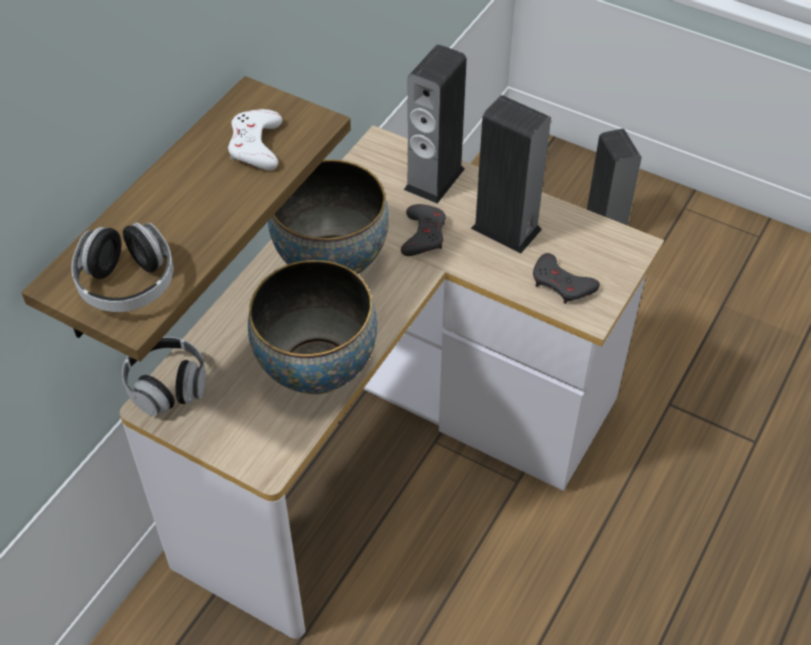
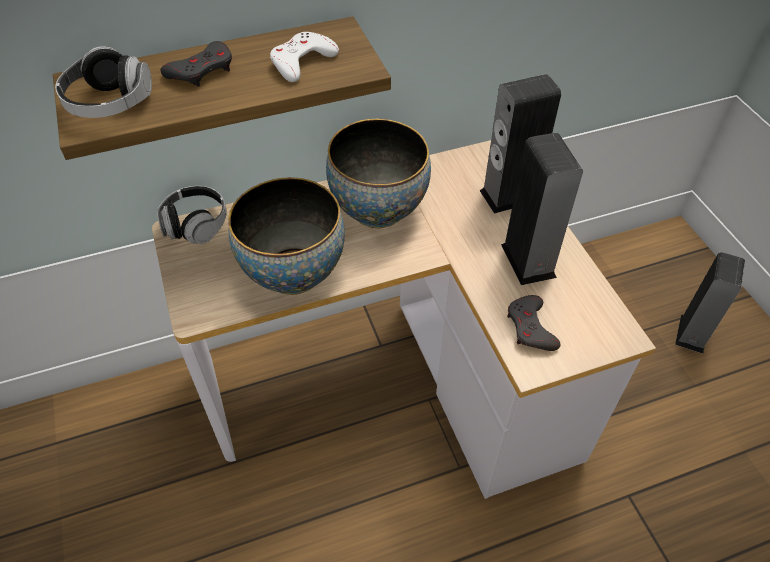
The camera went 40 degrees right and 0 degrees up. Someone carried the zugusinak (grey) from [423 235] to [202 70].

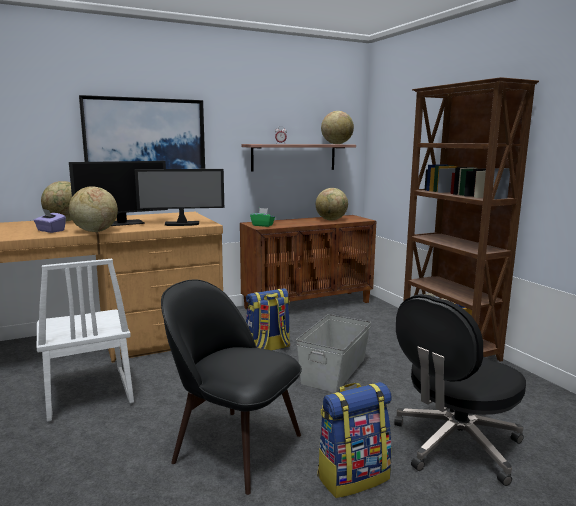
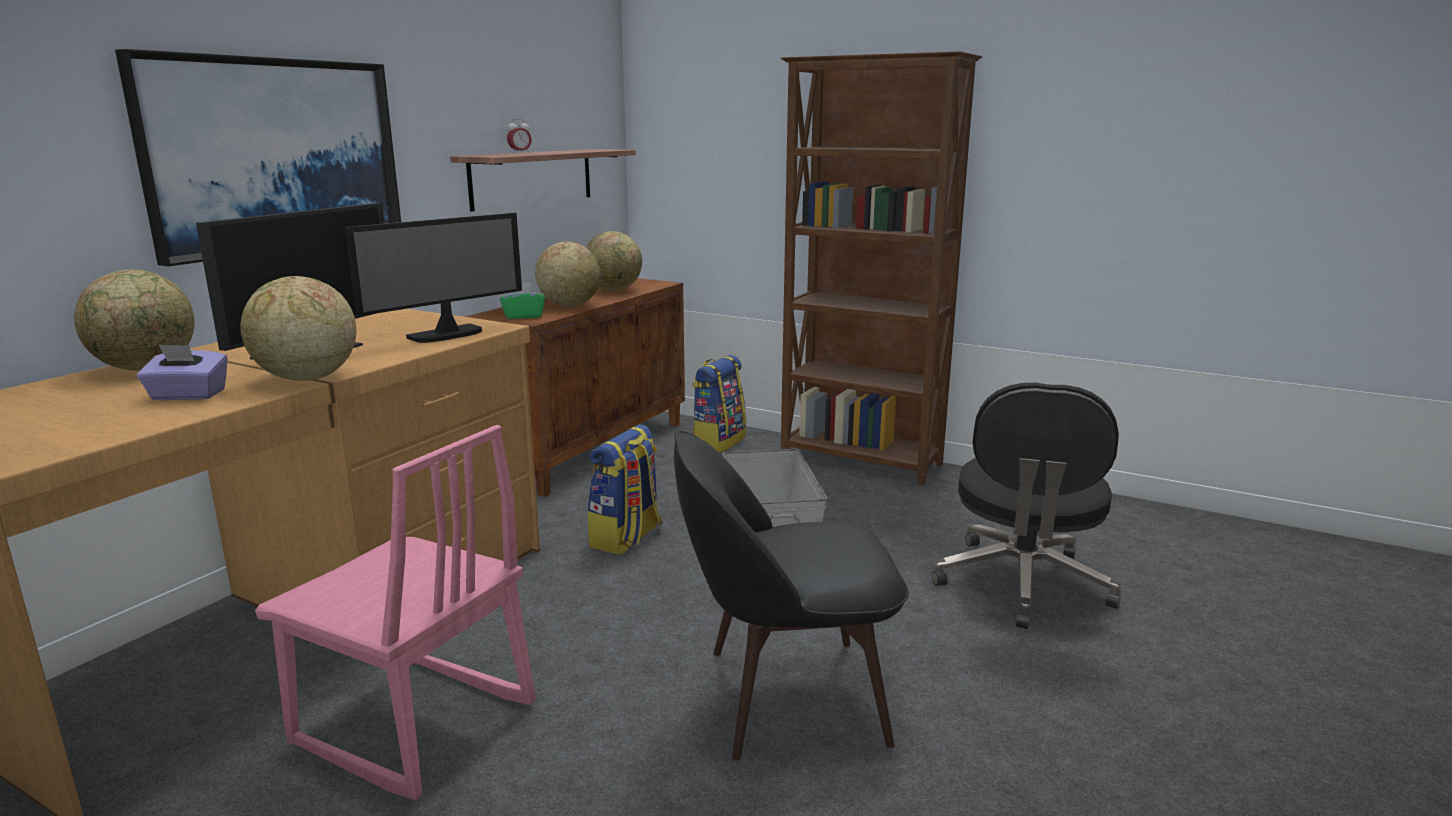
The camera went 35 degrees left and 5 degrees up. Someone repainted the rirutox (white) at [87 394], which became the rirutox (pink) at [413 725]. Someone carried the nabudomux from [336 144] to [569 305]. Someone carried the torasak from [353 476] to [718 442].

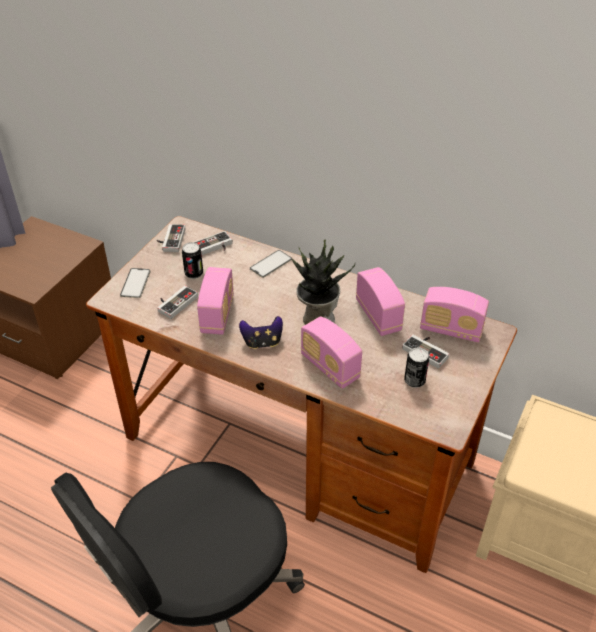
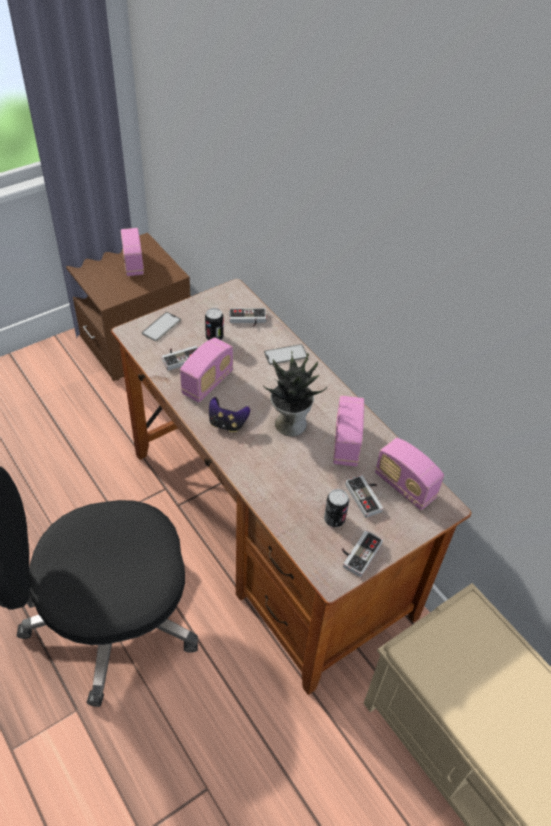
The camera went 25 degrees right and 5 degrees up. Someone carried the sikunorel from [330 367] to [133 263]. Someone carried the zugusinak from [170 240] to [358 552].

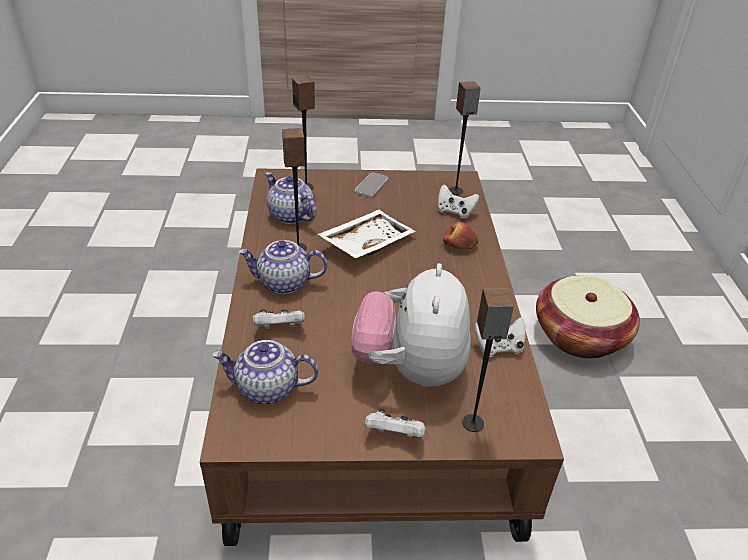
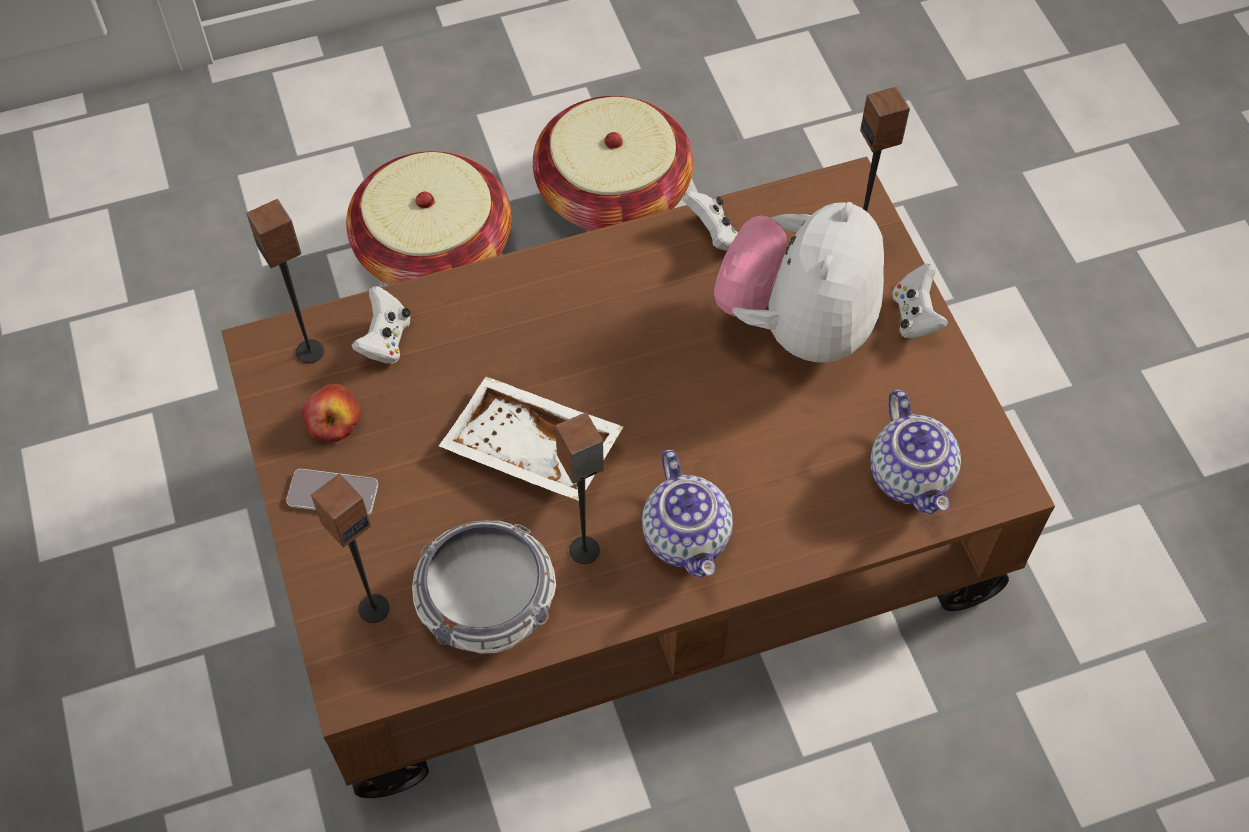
The camera went 105 degrees left and 20 degrees up. Someone carried the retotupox from [459 245] to [334 420]. Someone swapped the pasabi at [290 215] for the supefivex at [487 600]. Someone put down the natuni at [613 193]. Someone rotated the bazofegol at [410 368] by 120 degrees clockwise. Someone took away the zugusinak (white) at [279 329].

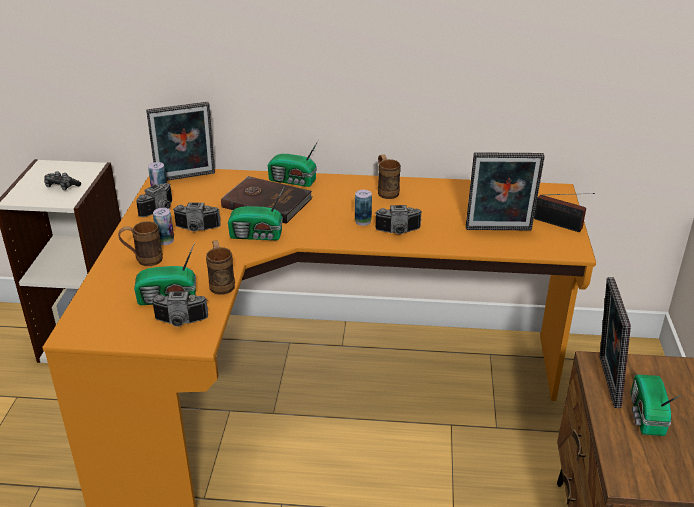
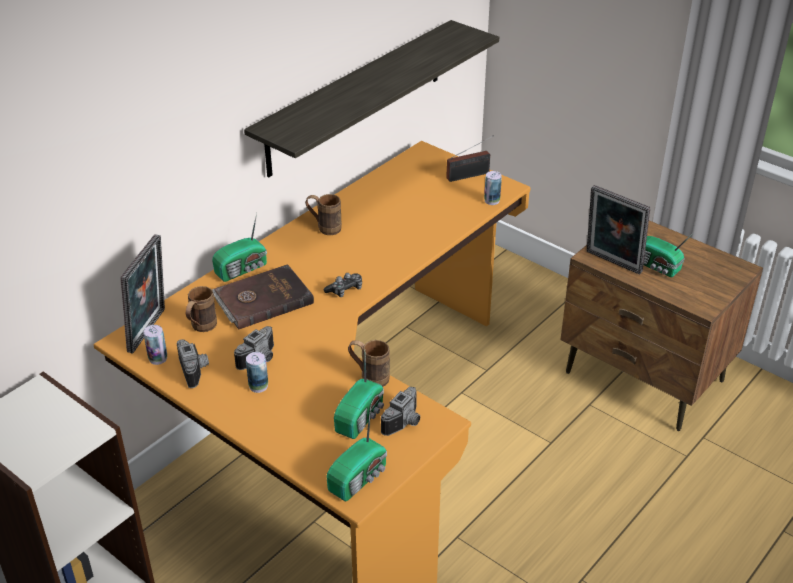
The camera went 55 degrees left and 5 degrees up. Someone carried the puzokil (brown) from [143 260] to [201 328]. Someone put up the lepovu at [356 97]. Someone carried the zugusinak from [61 186] to [345 290]. Someone carried the sikunorel from [257 236] to [360 478]. Someone carried the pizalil from [363 221] to [492 201]. Someone took away the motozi at [398 232]. Someone took away the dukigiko at [499 231].

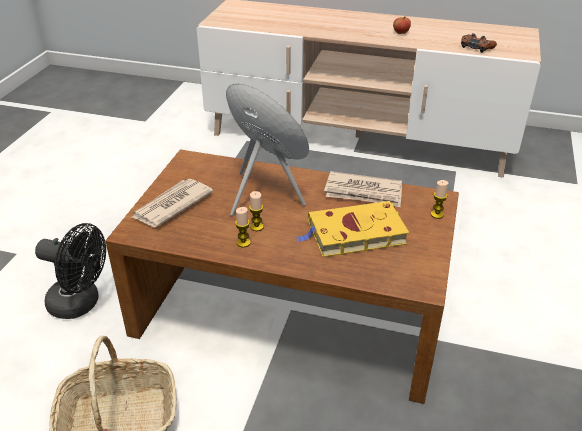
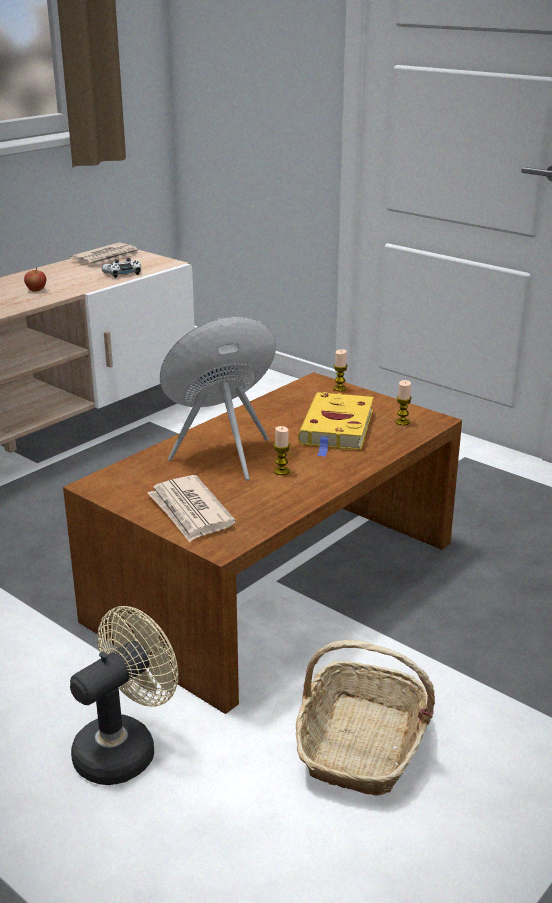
The camera went 65 degrees left and 10 degrees down. Someone carried the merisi from [364 192] to [107 257]. Someone repainted the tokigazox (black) at [81 303], which became the tokigazox (beige) at [124 748]. Someone repainted the zugusinak (brown) at [476 47], which became the zugusinak (white) at [123 273]. Someone carried the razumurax from [243 243] to [402 422].

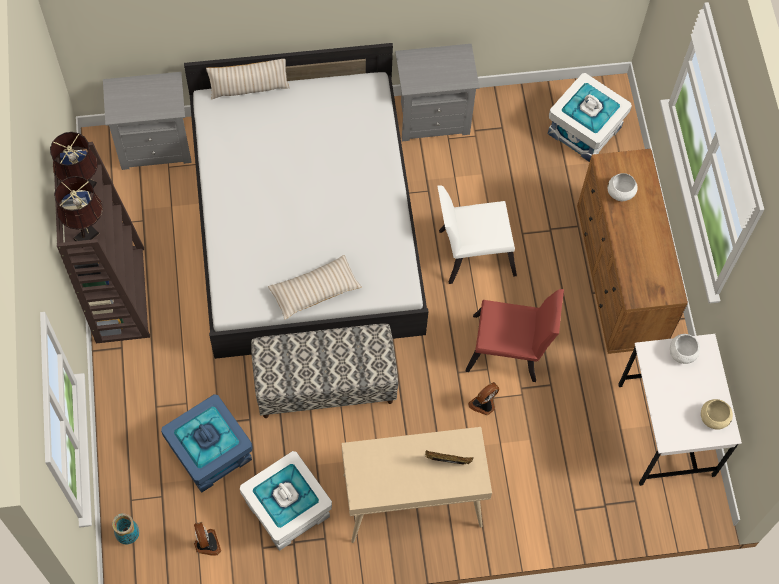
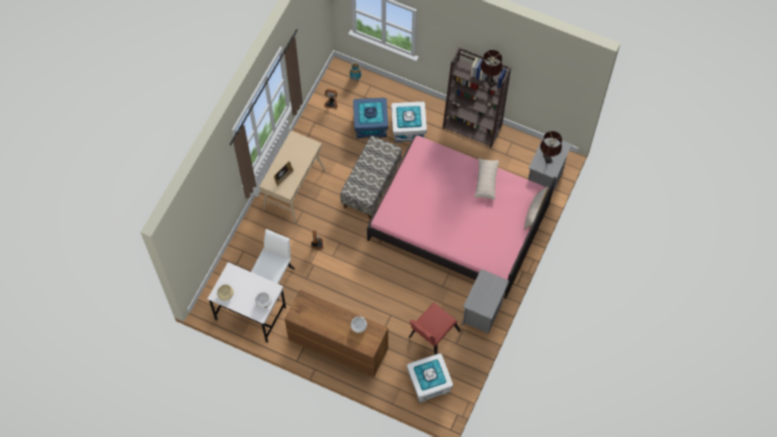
The camera went 125 degrees right and 0 degrees up. Someone carried the rirutox (white) from [471 252] to [273 275]. Someone repainted the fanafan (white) at [305 224], which became the fanafan (pink) at [459 221]. Someone carried the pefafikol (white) from [287 510] to [408 128]. Someone carried the rirutox (red) from [510 350] to [431 336]. Someone carried the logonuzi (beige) from [315 291] to [486 181]. Someone carried the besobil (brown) from [88 234] to [548 159].

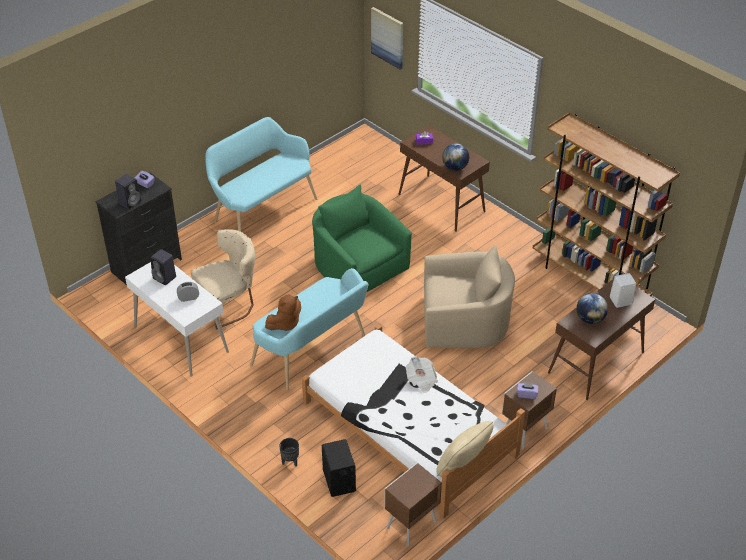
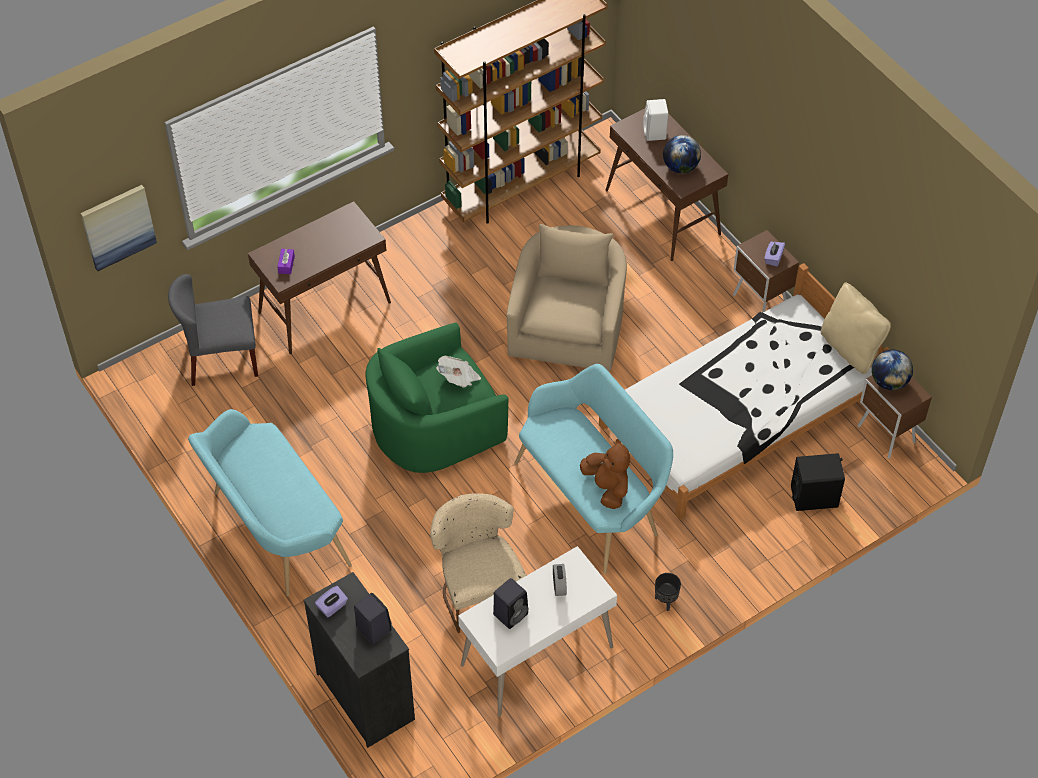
The camera went 80 degrees left and 10 degrees up. Someone put down the rirutox (grey) at [221 359]. Someone carried the merisi from [421 380] to [459 378]. Someone carried the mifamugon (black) from [290 461] to [665 601]. Someone carried the nabudomux from [455 167] to [889 382].

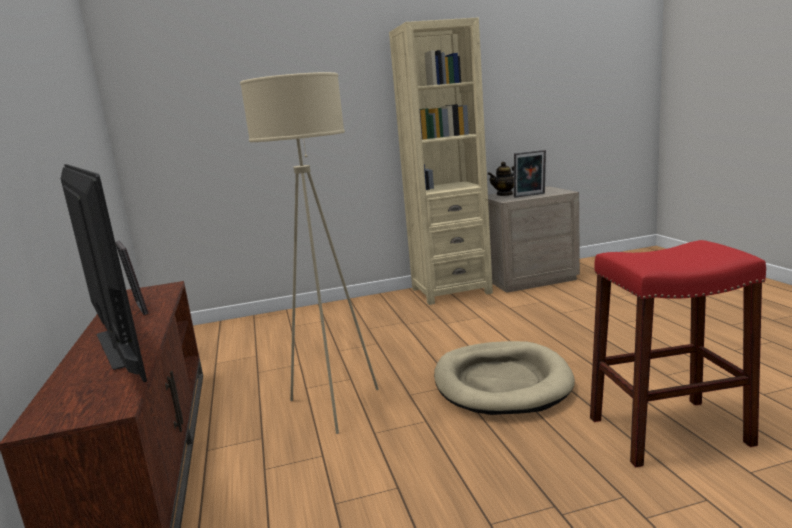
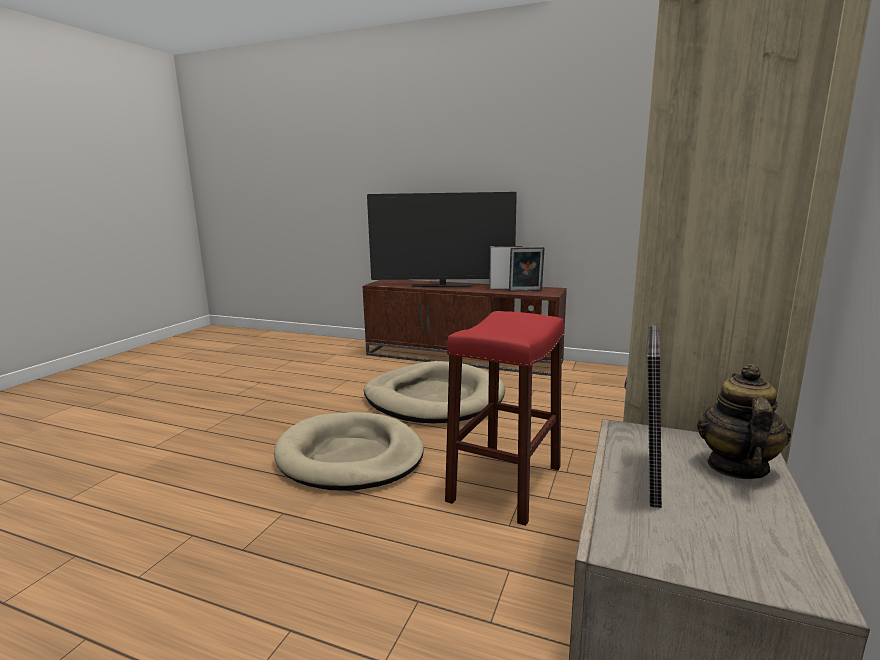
The camera went 125 degrees right and 0 degrees up. Someone swapped the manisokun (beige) at [334 406] for the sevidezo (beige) at [434 398]. Someone carried the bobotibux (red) from [668 431] to [505 483]. Someone put down the dukigiko at [525 291].

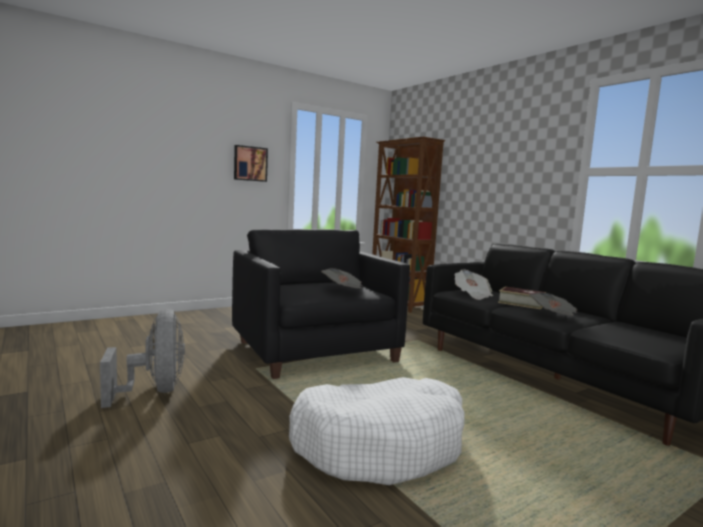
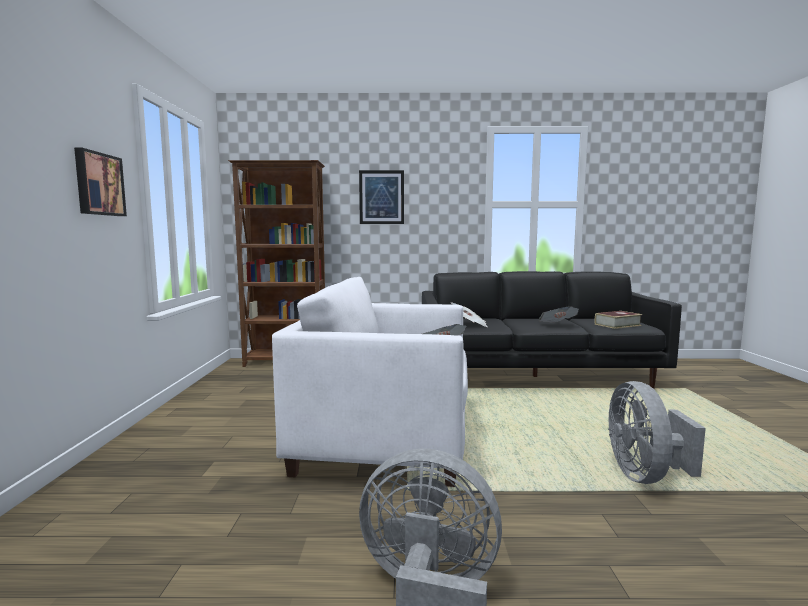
The camera went 55 degrees left and 0 degrees up. Someone repainted the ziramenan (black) at [315 352], which became the ziramenan (white) at [385 440]. Someone put up the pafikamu at [381 197]. Someone carried the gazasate from [521 303] to [617 325]. Someone swapped the sevidezo (white) at [380 445] for the tokigazox (grey) at [645 475].

